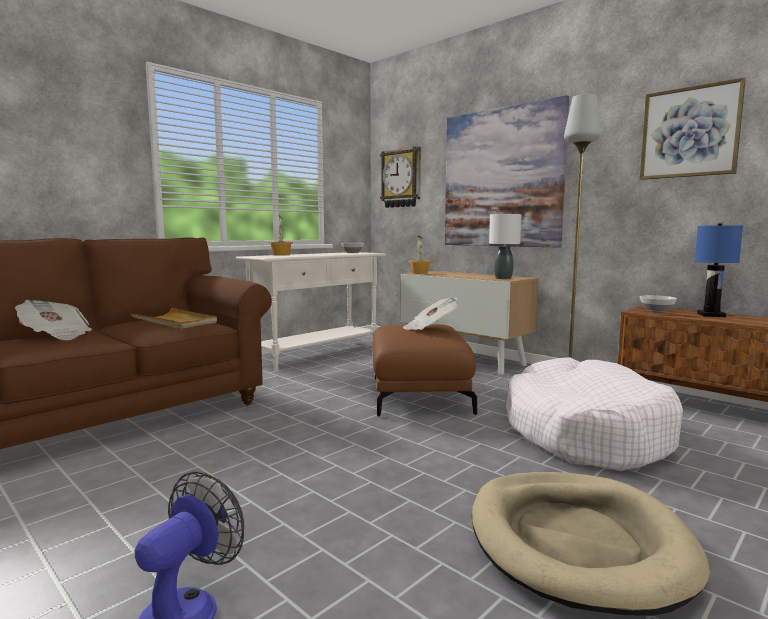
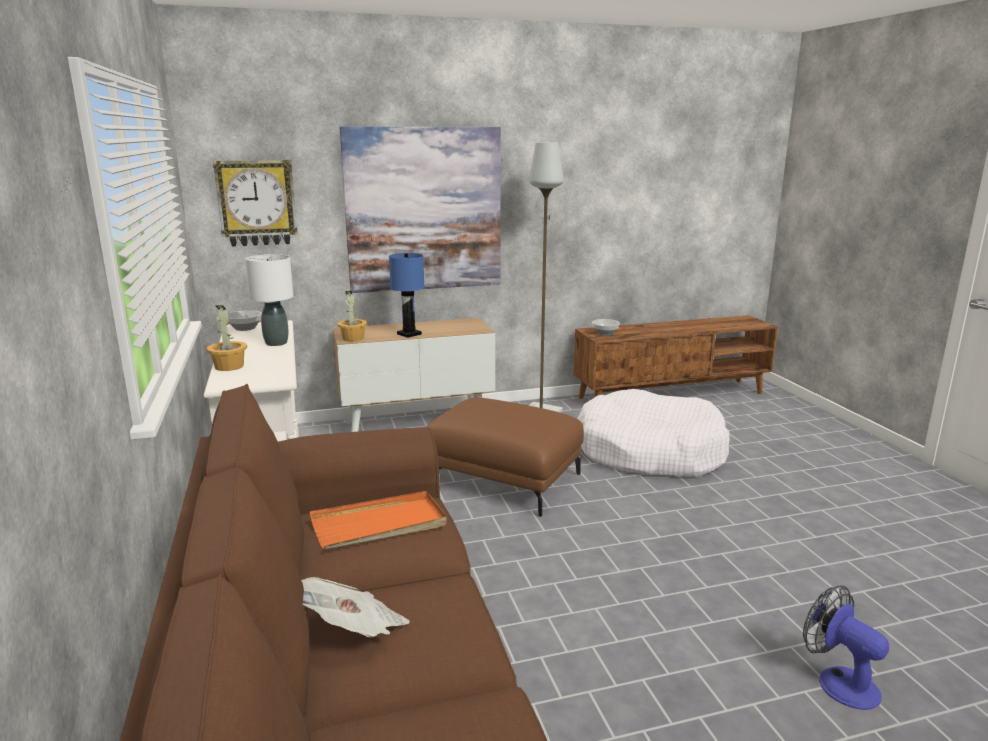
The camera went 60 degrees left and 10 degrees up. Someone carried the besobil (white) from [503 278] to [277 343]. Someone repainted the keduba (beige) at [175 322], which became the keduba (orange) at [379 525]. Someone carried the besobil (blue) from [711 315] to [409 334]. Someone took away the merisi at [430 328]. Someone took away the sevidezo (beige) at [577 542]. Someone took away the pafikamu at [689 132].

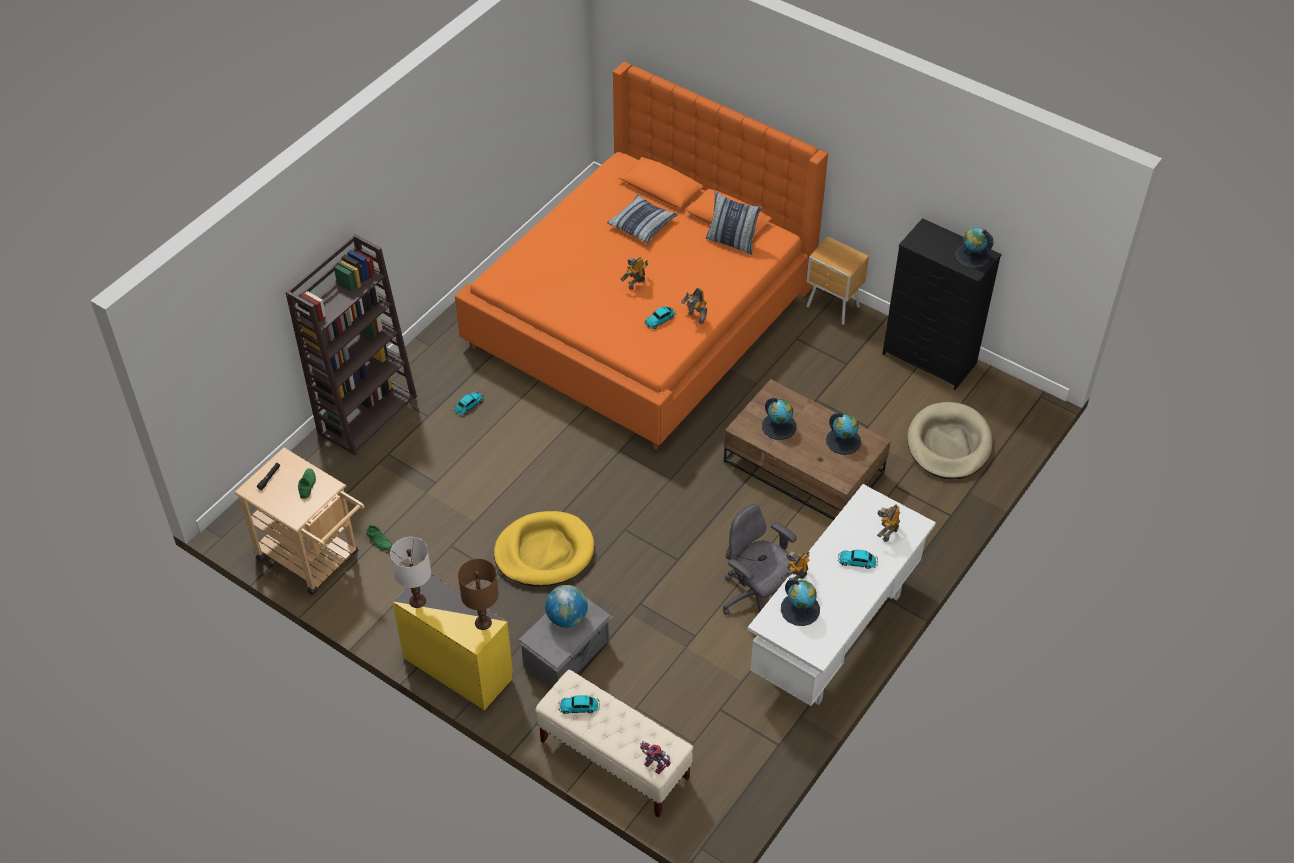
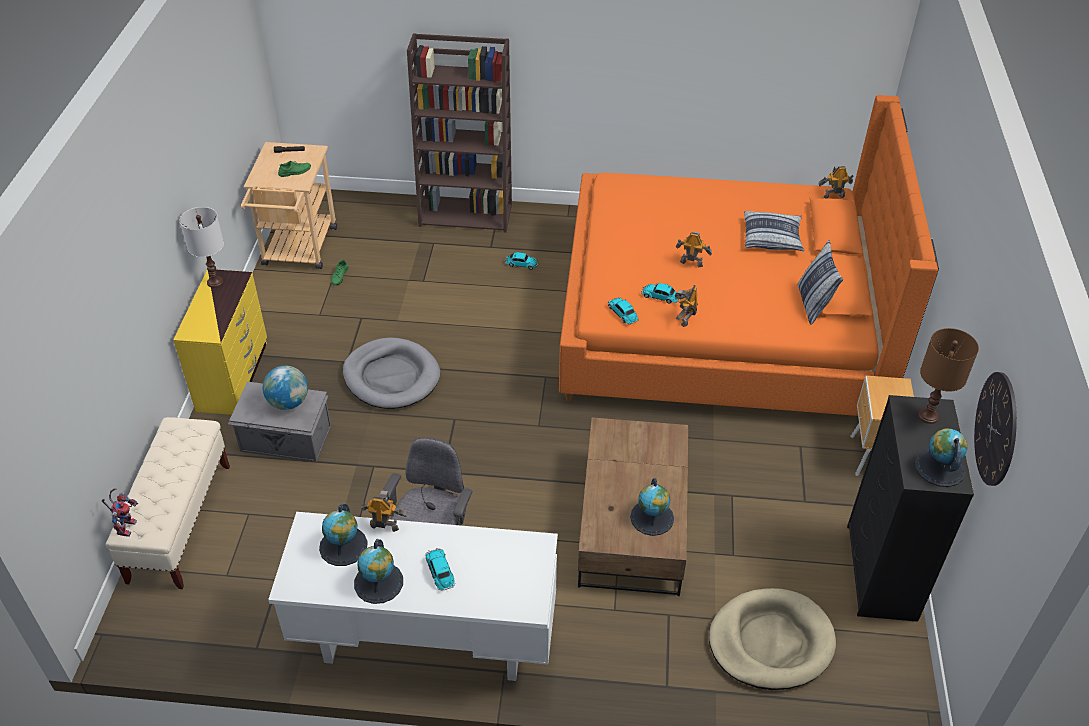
The camera went 60 degrees right and 5 degrees down. Someone repainted the sevidezo (yellow) at [544 552], which became the sevidezo (grey) at [391 377]. Someone carried the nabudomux from [779 426] to [379 582]. Someone carried the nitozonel from [580 707] to [623 314]. Someone carried the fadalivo from [887 533] to [833 196]. Someone carried the besobil (brown) from [483 622] to [928 416]. Someone put up the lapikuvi at [996 428].

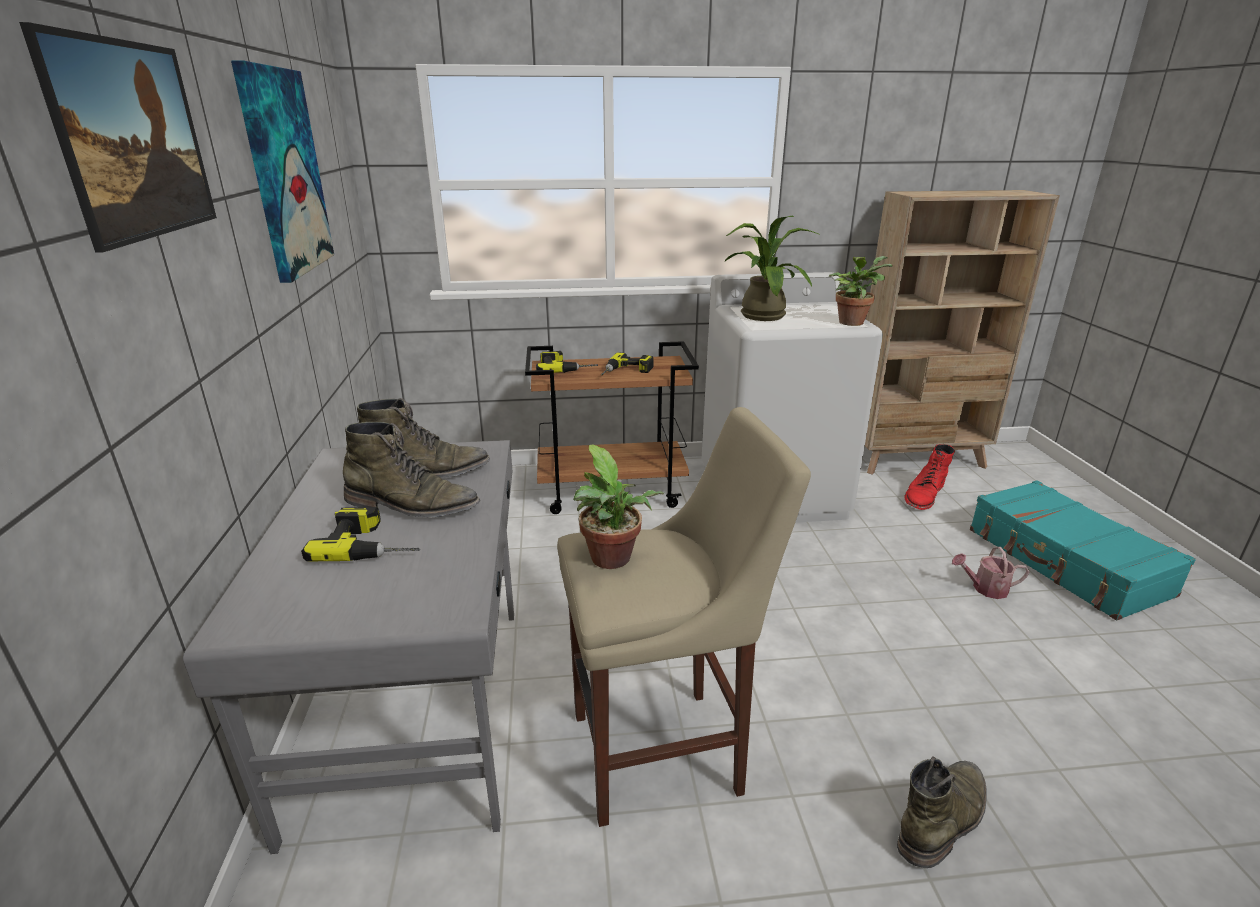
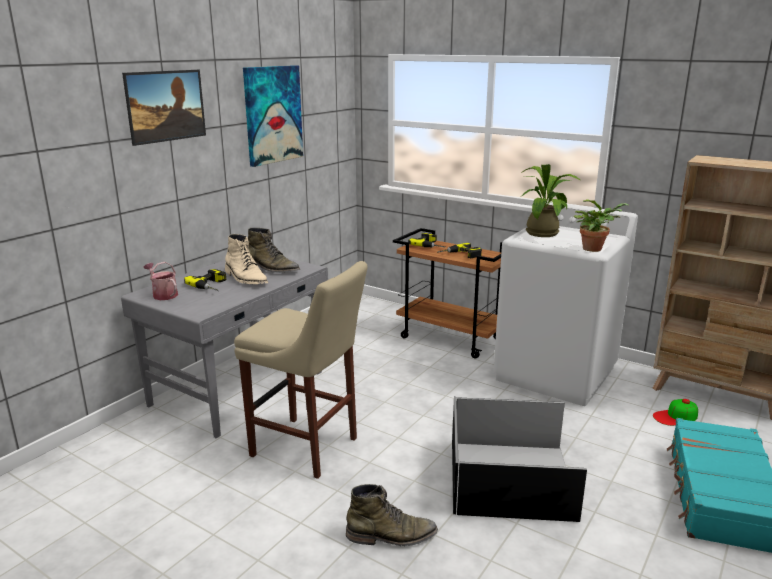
The camera went 40 degrees right and 5 degrees down. Someone carried the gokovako from [985 588] to [163 294]. Someone repainted the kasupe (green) at [412 506], which became the kasupe (beige) at [246 278]. Someone put down the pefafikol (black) at [510 480]. Someone swapped the kasupe (red) at [924 495] for the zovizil at [675 416]. Someone took away the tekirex at [613 561].

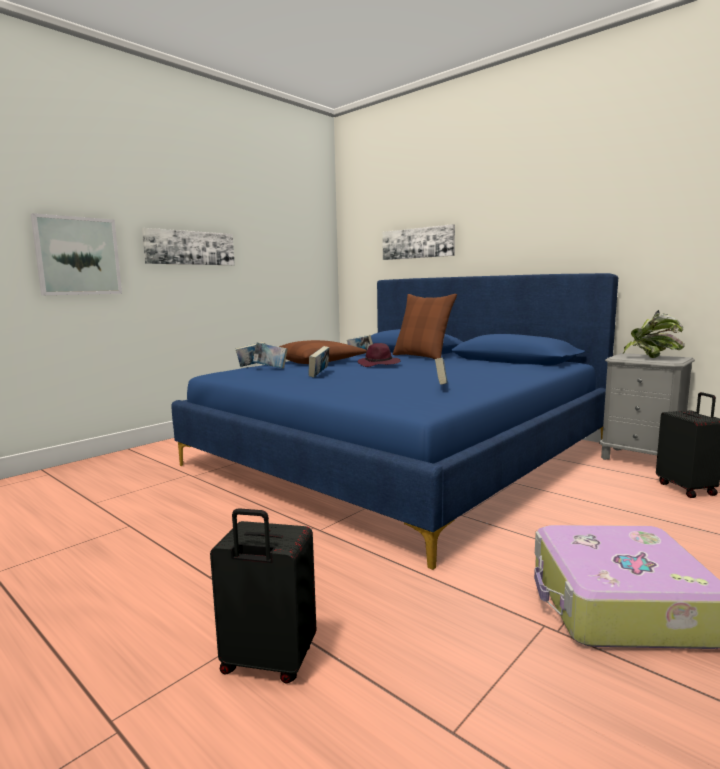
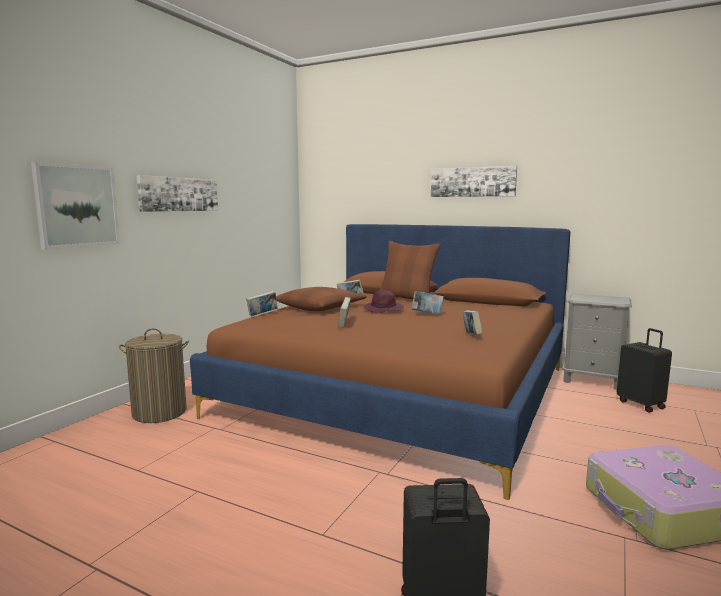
The camera went 15 degrees left and 0 degrees up. Someone put down the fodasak at [160 412]. Someone repainted the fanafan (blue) at [399 455], which became the fanafan (brown) at [401 391]. Someone carried the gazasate from [270 368] to [427 314]. Someone carried the pafikamu from [418 243] to [472 182]. Someone took away the tekirex at [651 358].

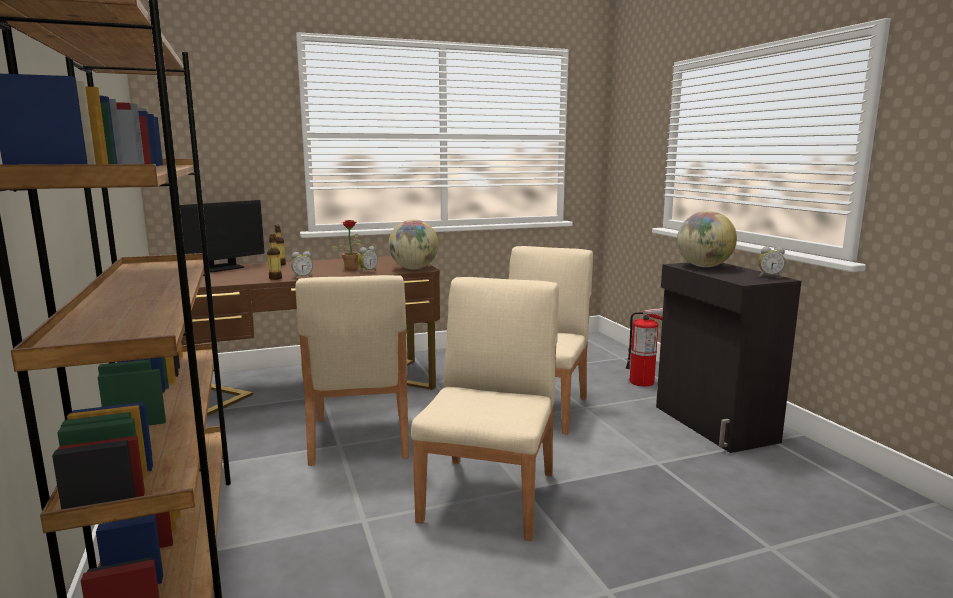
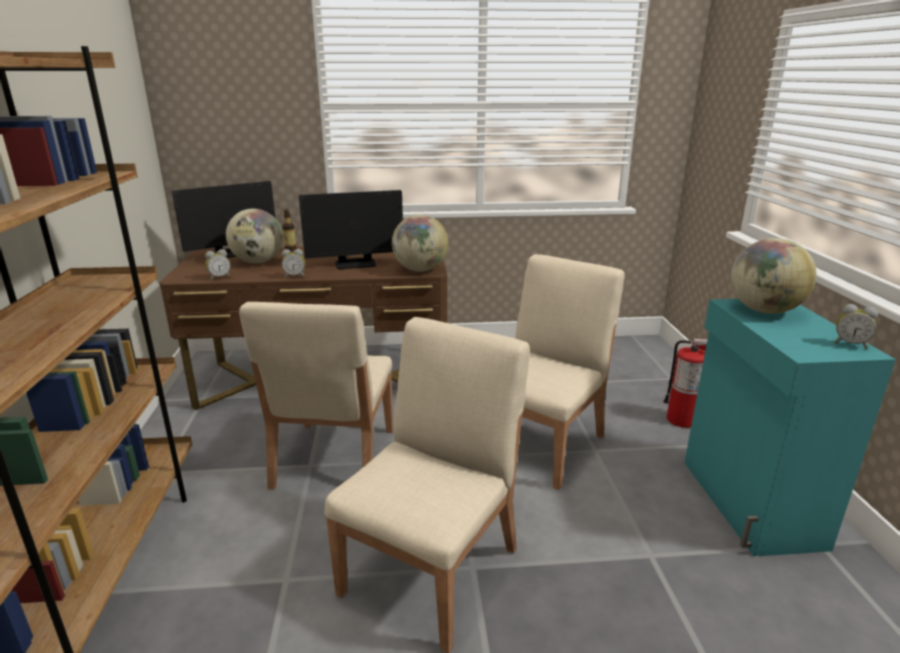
The camera went 15 degrees right and 10 degrees up. Someone carried the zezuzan from [367 271] to [219 277]. Someone put down the nabudomux at [258 262]. Someone swapped the tekirex at [351 268] for the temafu at [355 264]. Someone repainted the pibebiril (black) at [713 424], which became the pibebiril (turquoise) at [748 503]. Someone took away the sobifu at [275 278].

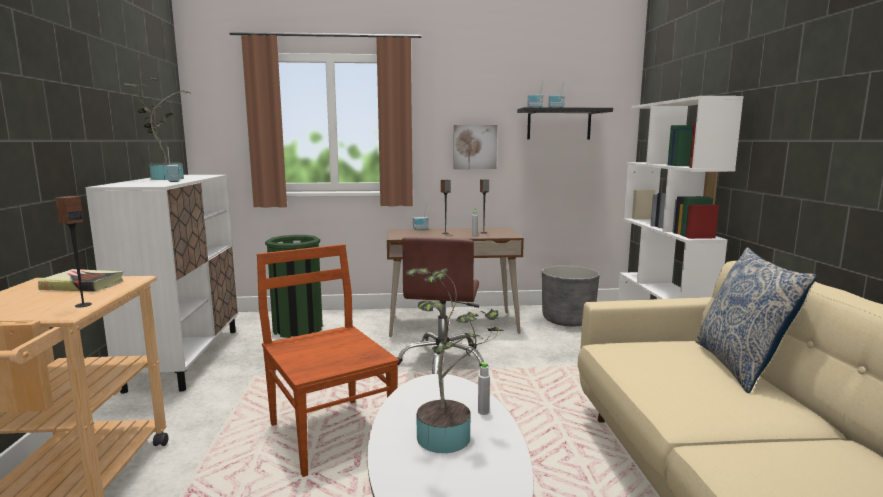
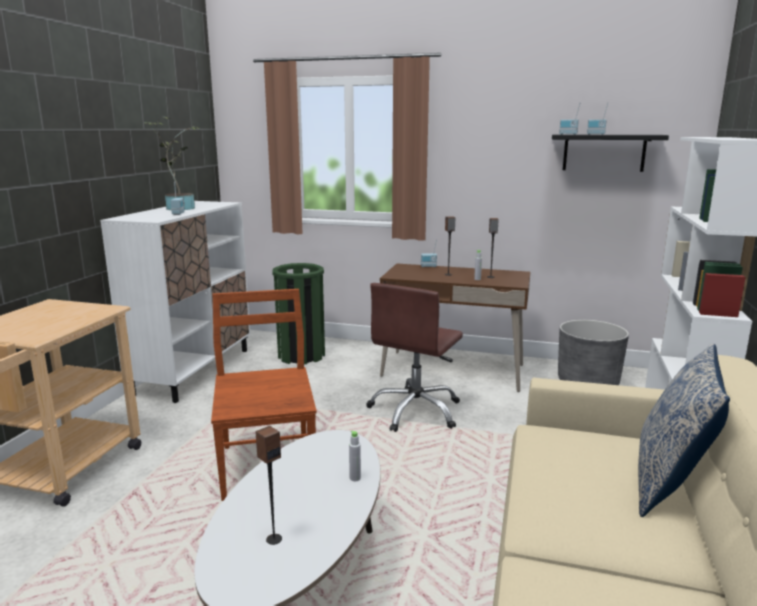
The camera went 20 degrees right and 5 degrees up. Someone carried the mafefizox from [83 305] to [274 539]. Someone took away the gazasate at [83 285]. Someone took away the tekirex at [449 436]. Someone took away the pafikamu at [474 147].

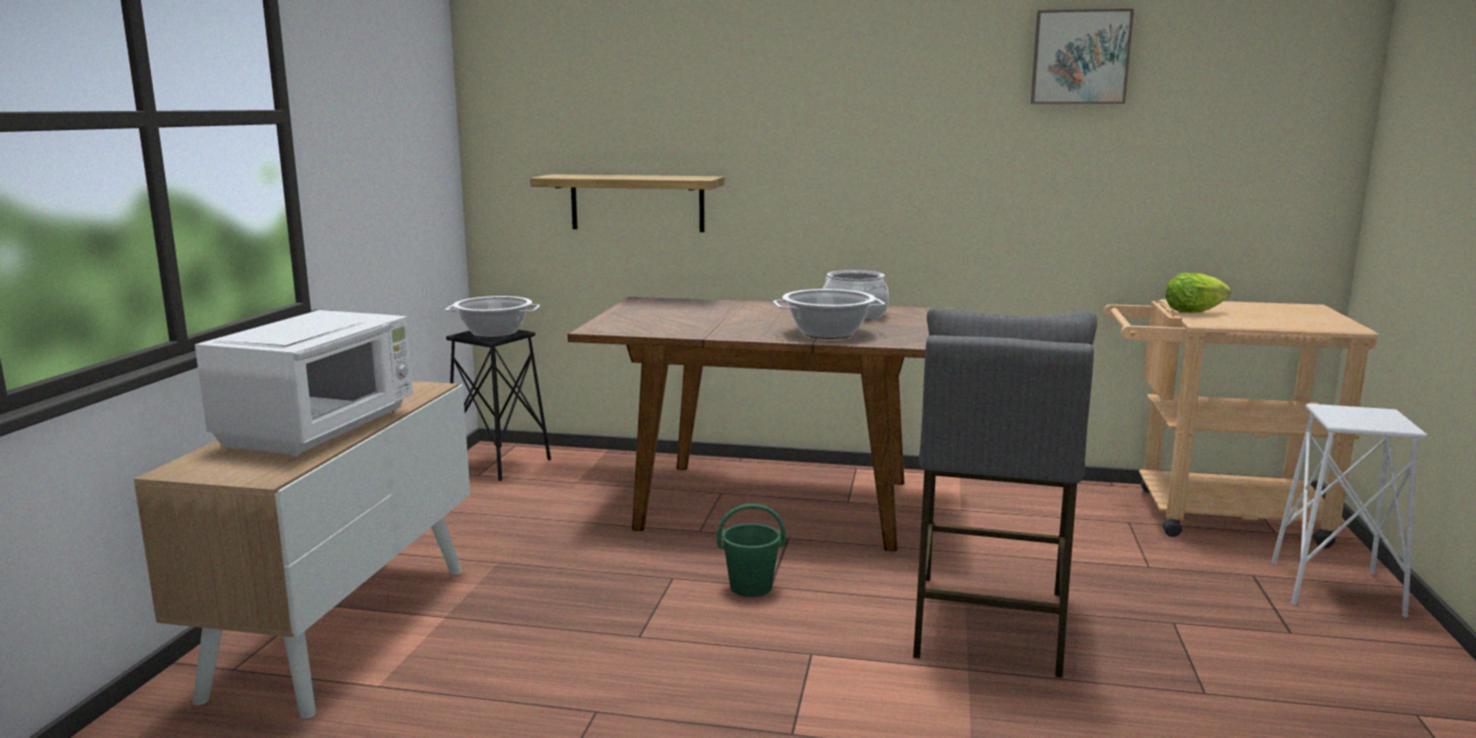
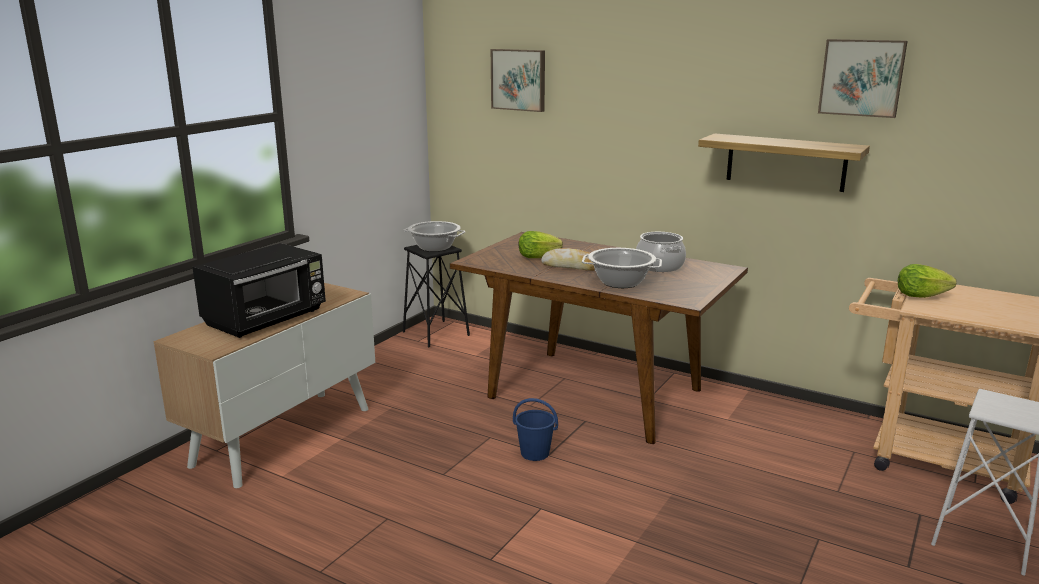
The camera went 20 degrees right and 5 degrees up. Someone repainted the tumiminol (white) at [321 429], which became the tumiminol (black) at [267 319]. Someone put up the pafikamu at [519 79]. Someone repainted the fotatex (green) at [751 587], which became the fotatex (blue) at [535 453]. Someone put down the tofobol at [537 257]. Someone put down the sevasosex at [570 266]. Someone carried the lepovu from [637 203] to [785 162]. Someone took away the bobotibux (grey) at [987 623].

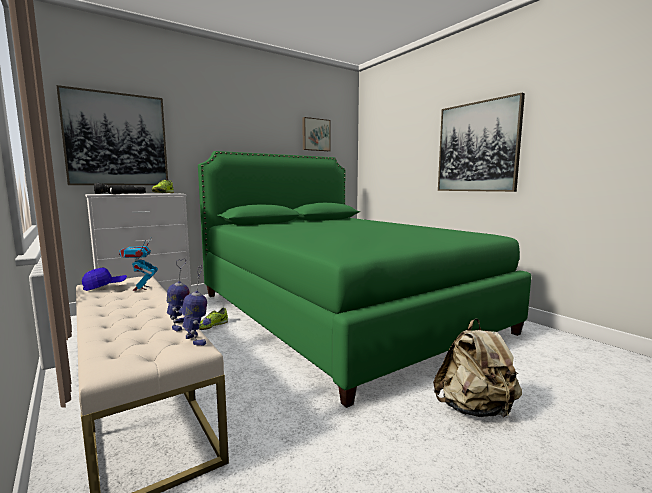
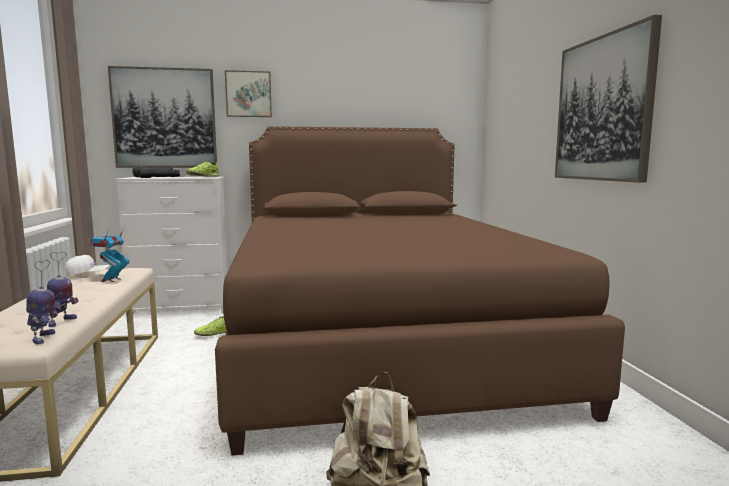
The camera went 25 degrees right and 0 degrees up. Someone repainted the zovizil (blue) at [105 286], which became the zovizil (white) at [88 274]. Someone repainted the fanafan (green) at [341 312], which became the fanafan (brown) at [378 341]. Someone carried the pafikamu from [315 134] to [248 94].

